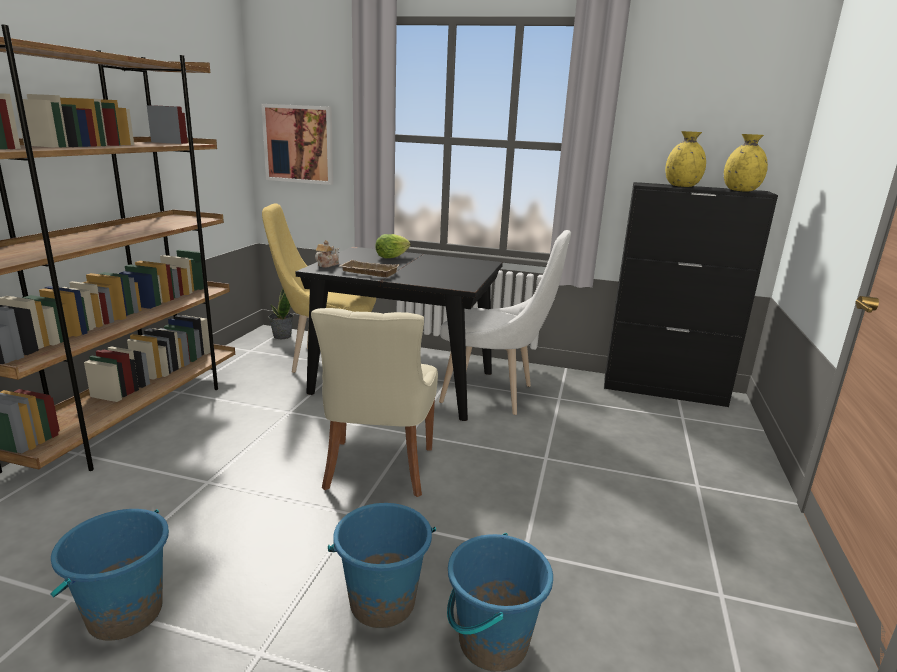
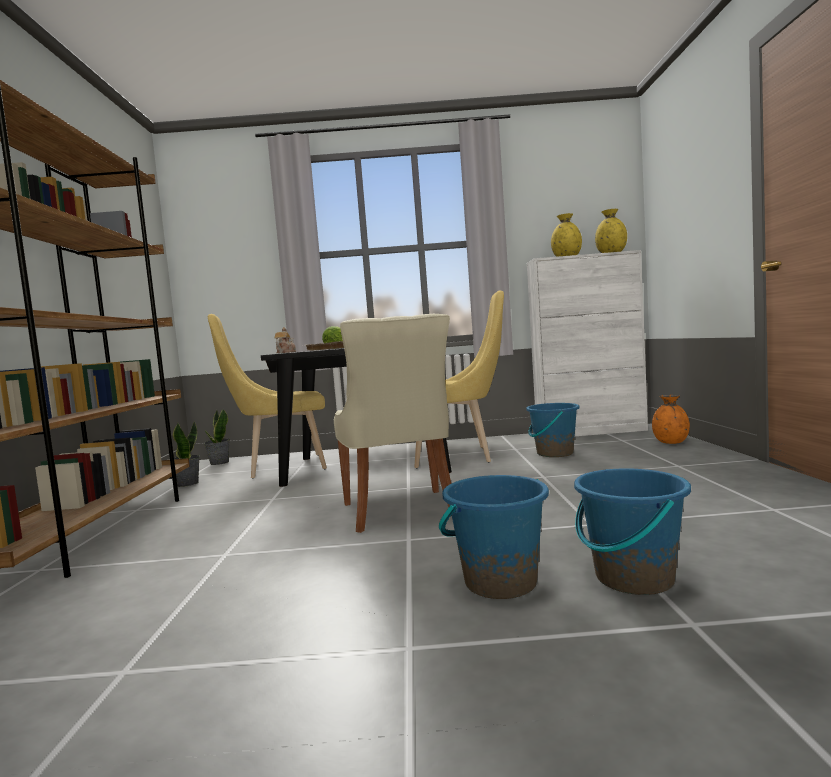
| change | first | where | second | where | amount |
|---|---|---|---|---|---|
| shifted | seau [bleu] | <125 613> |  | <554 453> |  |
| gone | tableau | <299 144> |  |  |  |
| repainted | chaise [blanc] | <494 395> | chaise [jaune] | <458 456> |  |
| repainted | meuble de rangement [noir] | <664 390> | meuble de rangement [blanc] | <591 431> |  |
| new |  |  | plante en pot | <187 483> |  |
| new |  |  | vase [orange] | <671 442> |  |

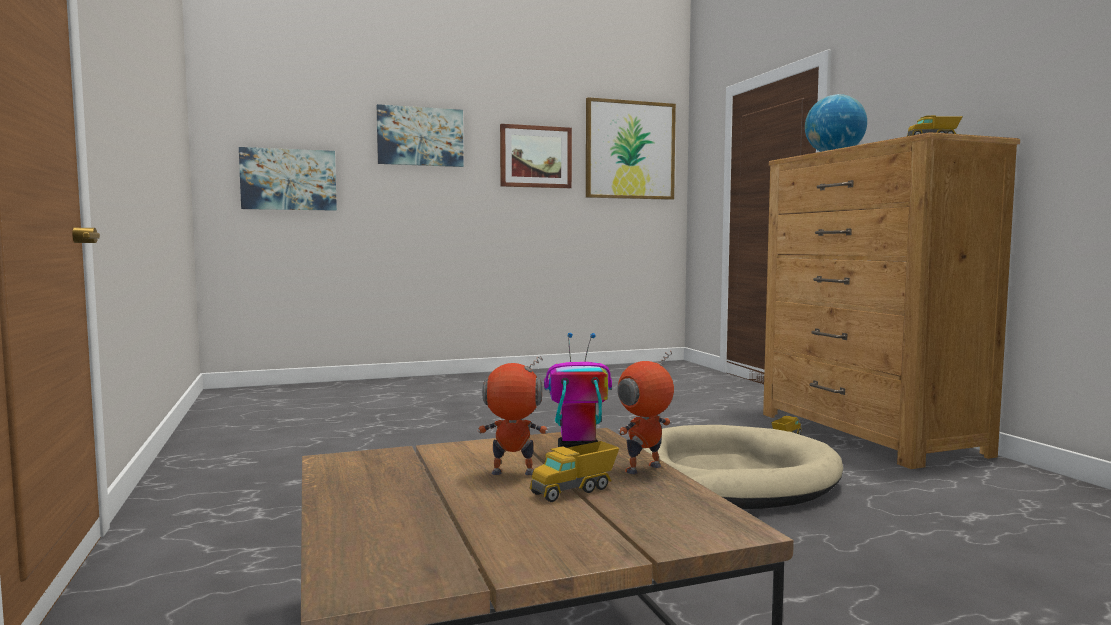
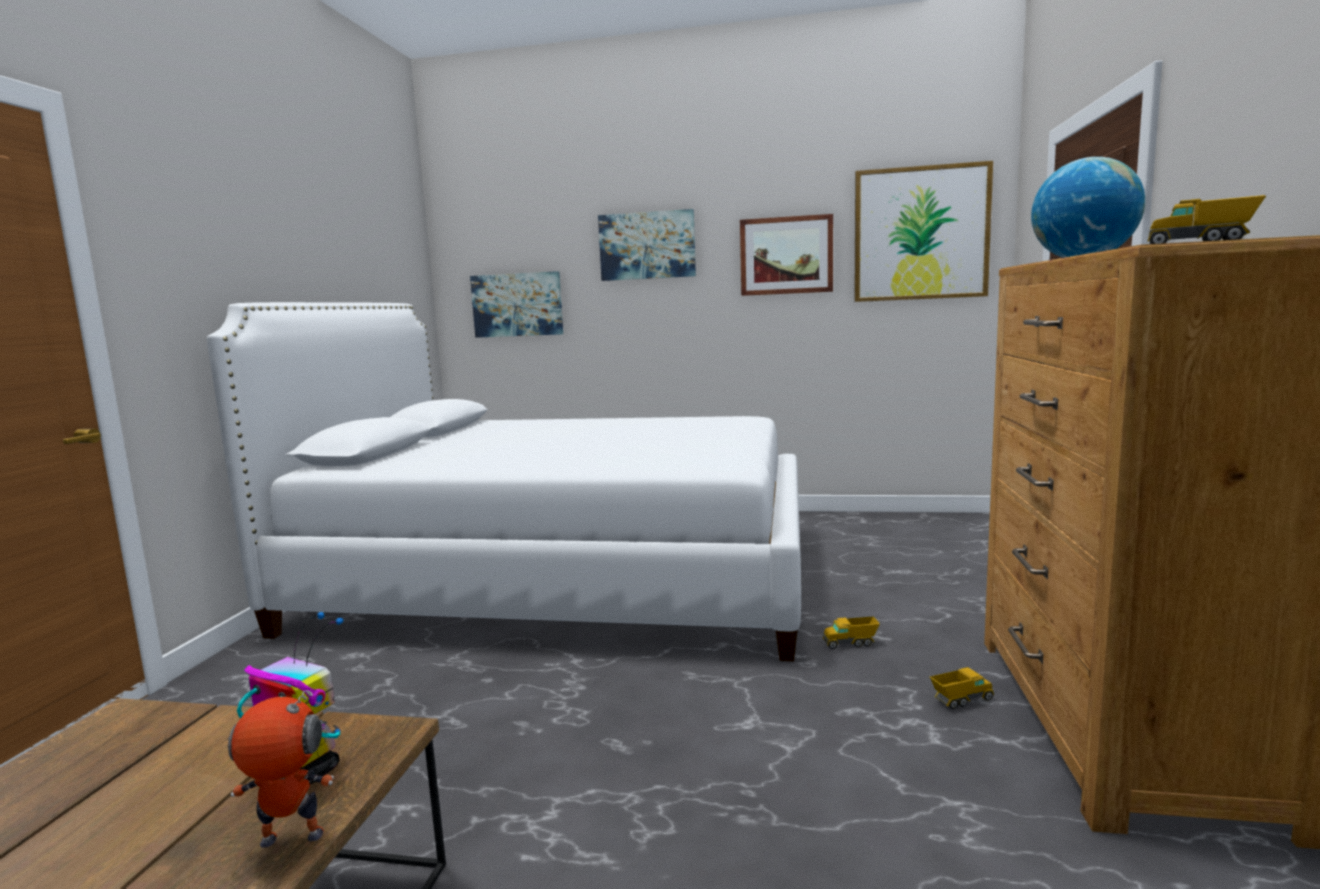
| change | first | where | second | where | amount |
|---|---|---|---|---|---|
| gone | robot jouet | <512 473> |  |  |  |
| shifted | camion jouet | <574 490> |  | <850 643> |  |
| gone | panier pour chien [beige] | <725 477> |  |  |  |
| new |  |  | lit [blanc] | <565 577> |  |

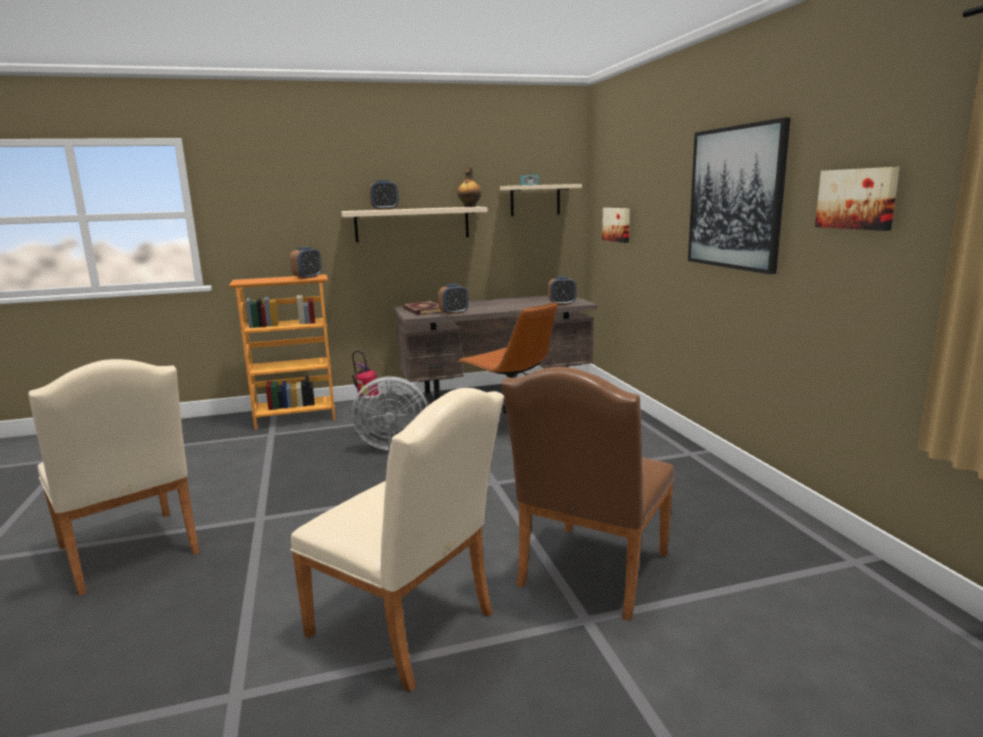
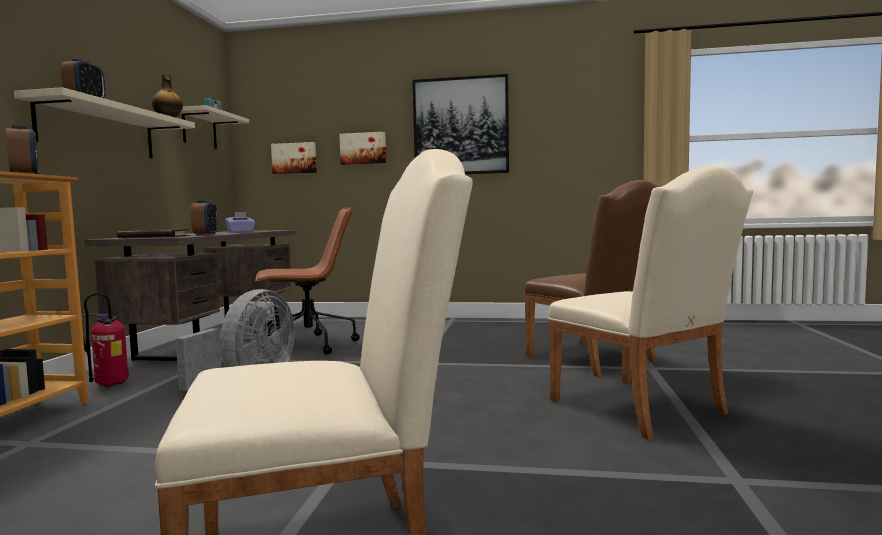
| change | first | where | second | where | amount |
|---|---|---|---|---|---|
| rotated | chaise [beige] | <409 629> |  | <644 410> | 90 degrees clockwise |
| gone | réveil | <562 304> |  |  |  |
| shifted | tableau | <857 198> |  | <363 148> |  |
| new |  |  | boîte à mouchoirs [violet] | <241 232> |  |

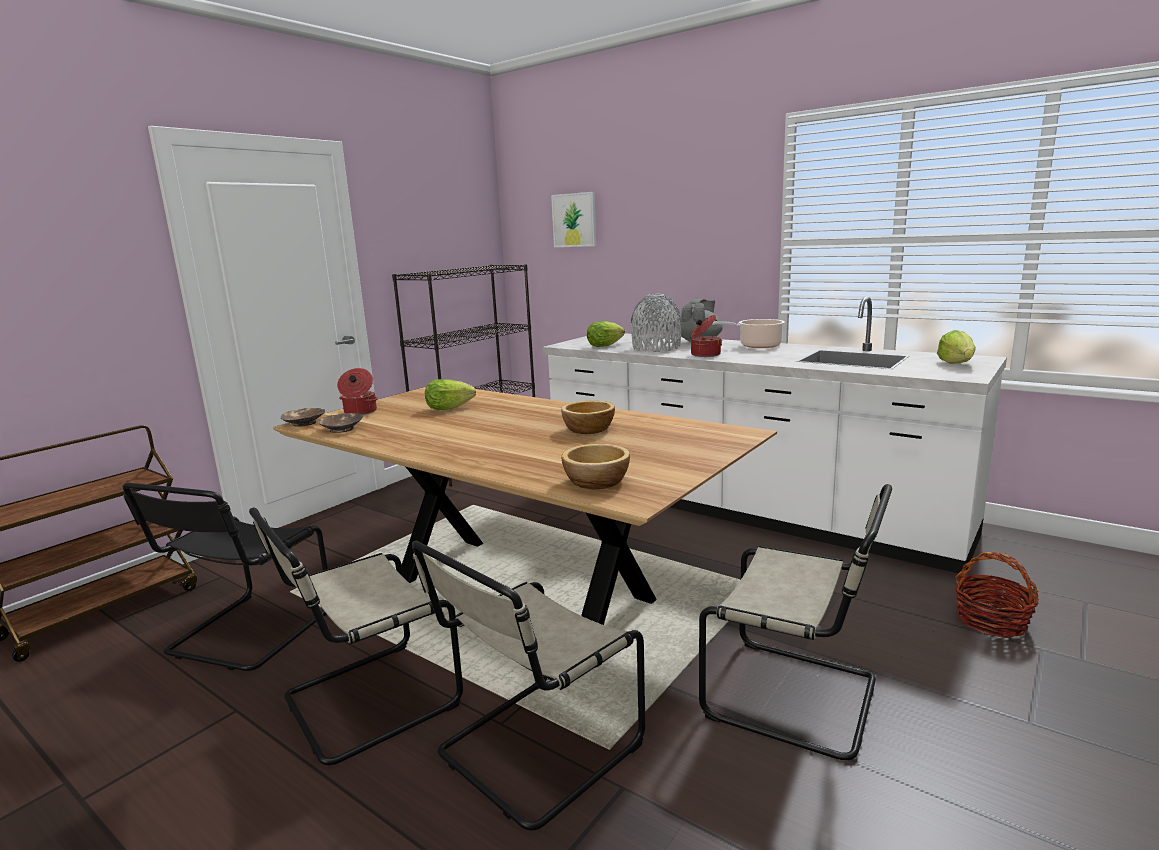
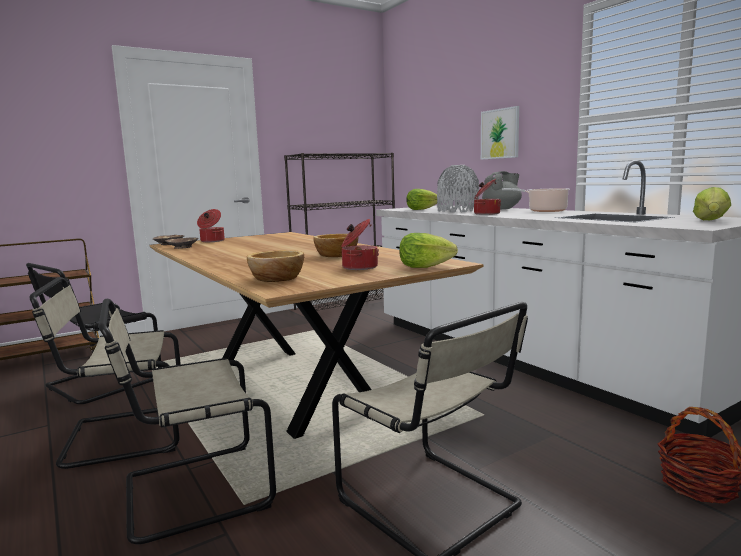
| change | first | where | second | where | amount |
|---|---|---|---|---|---|
| shifted | laitue | <448 408> |  | <424 267> |  |
| shifted | tableau | <574 220> |  | <500 134> |  |
| new |  |  | marmite | <358 267> |  |

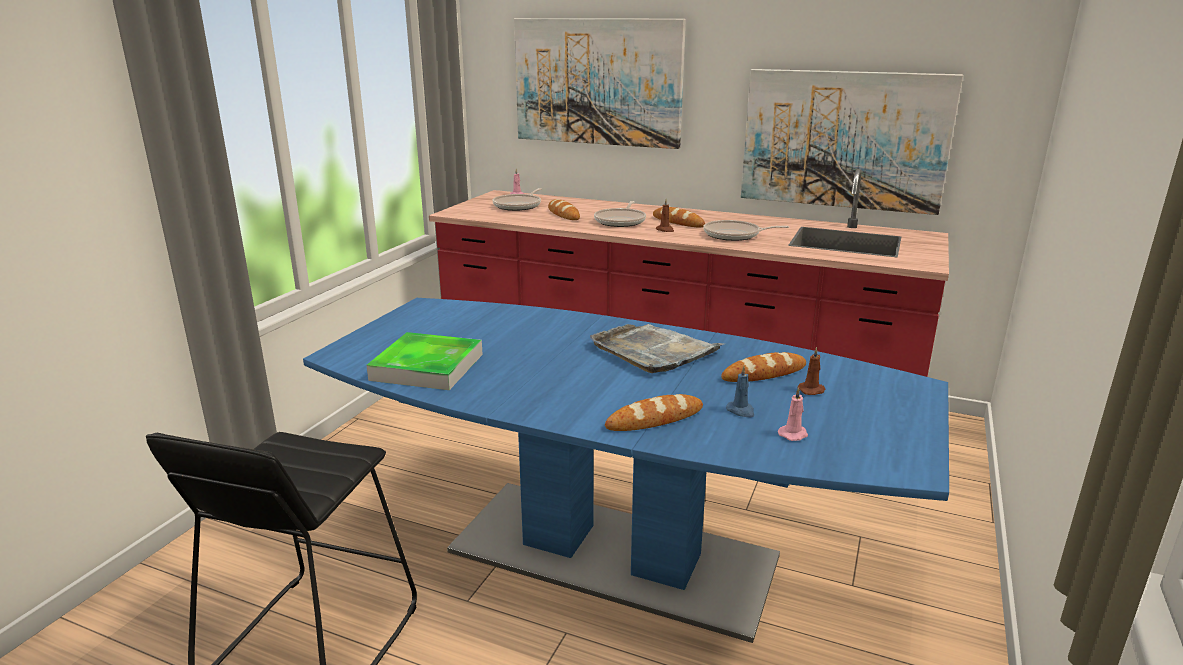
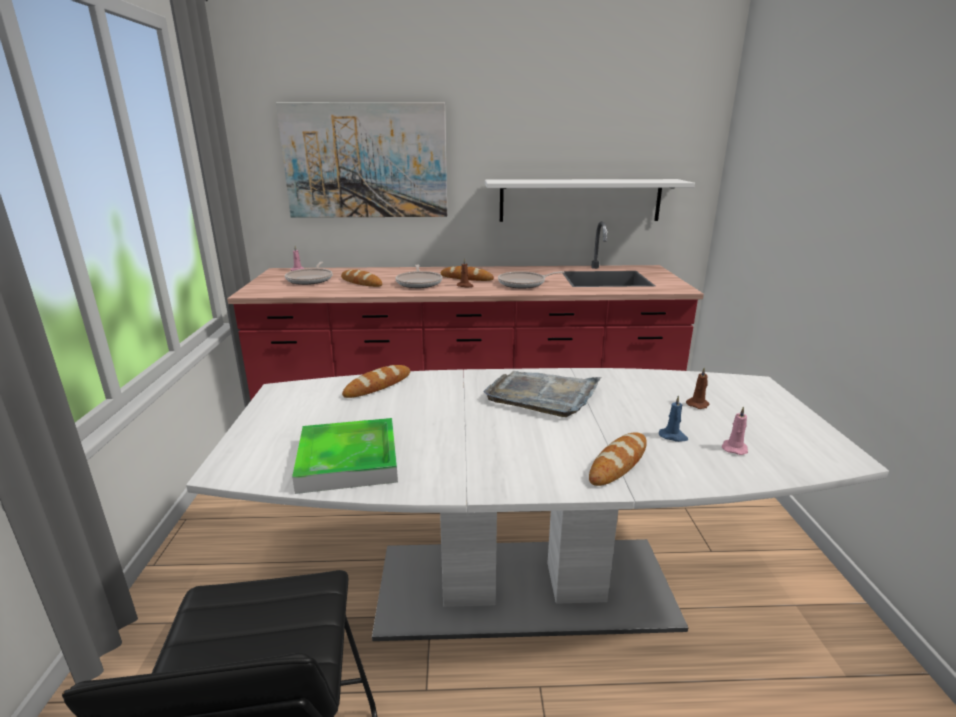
| change | first | where | second | where | amount |
|---|---|---|---|---|---|
| repainted | table à manger [bleu] | <611 553> | table à manger [blanc] | <522 586> |  |
| shifted | pain | <764 373> |  | <378 385> |  |
| swapped | tableau | <844 140> | étagère [blanc] | <580 200> |  |

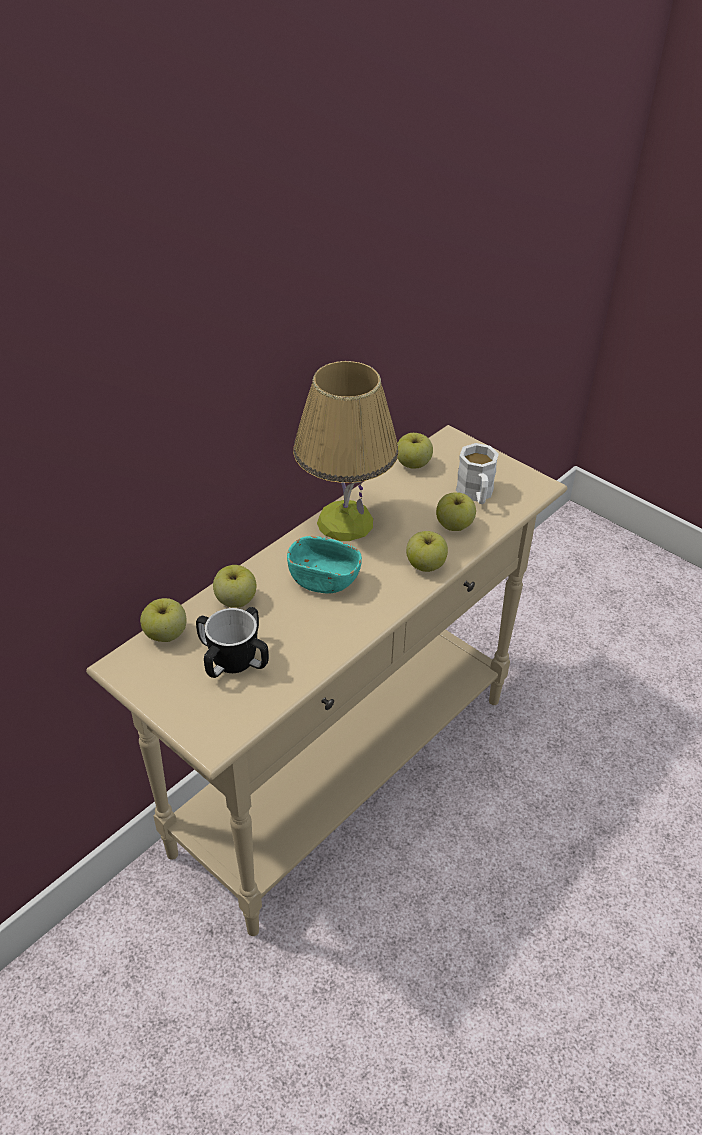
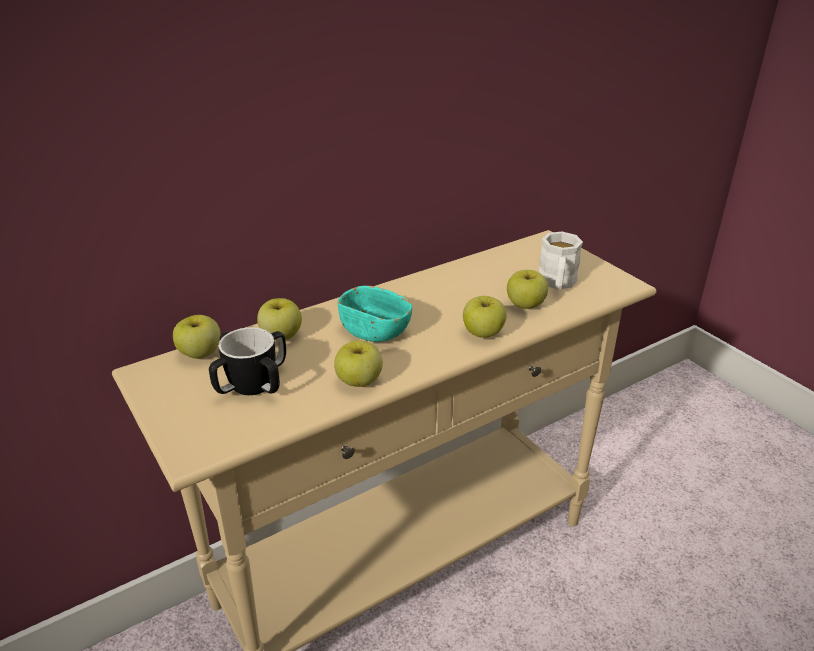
| change | first | where | second | where | amount |
|---|---|---|---|---|---|
| gone | lampe de table | <345 522> |  |  |  |
| shifted | pomme | <413 464> |  | <359 381> |  |

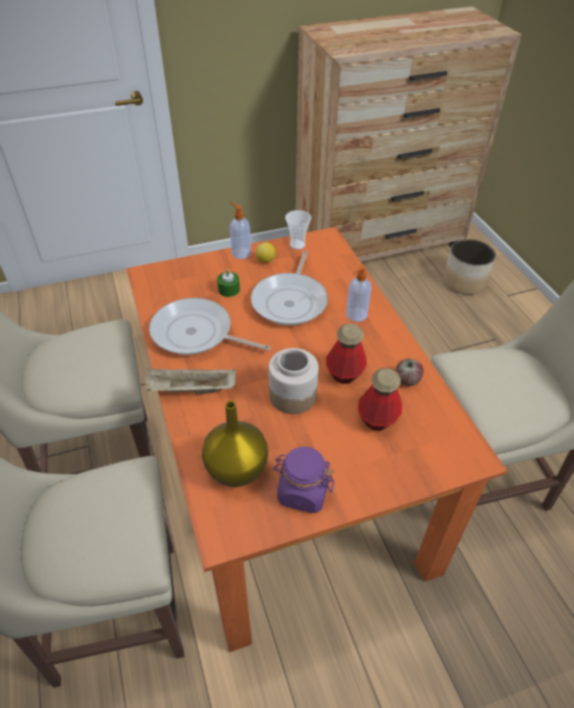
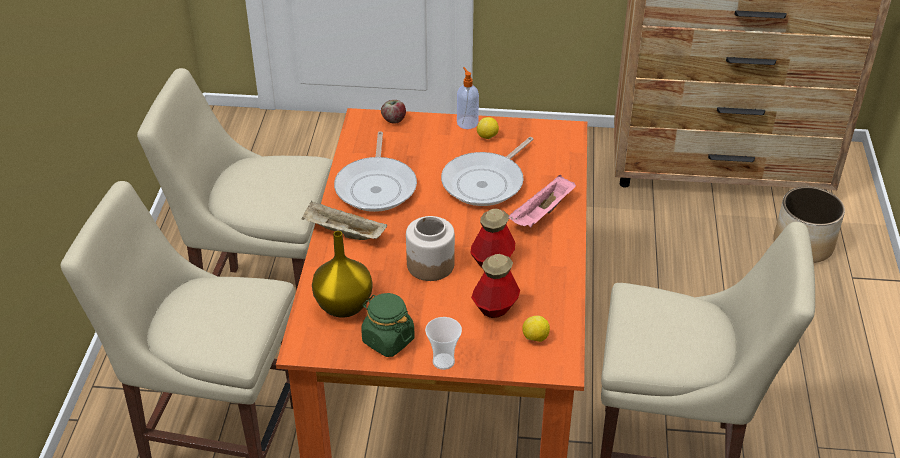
| change | first | where | second | where | amount |
|---|---|---|---|---|---|
| rotated | poêle | <196 334> |  | <376 187> | 135 degrees counterclockwise |
| gone | bougie [vert] | <229 289> |  |  |  |
| repainted | bocal [violet] | <302 492> | bocal [vert] | <388 340> |  |
| shifted | tasse | <297 245> |  | <443 361> |  |
| swapped | distributeur de savon | <356 315> | plateau [rose] | <542 214> |  |
| shifted | pomme | <407 380> |  | <394 120> |  |
| new |  |  | citron | <535 338> |  |

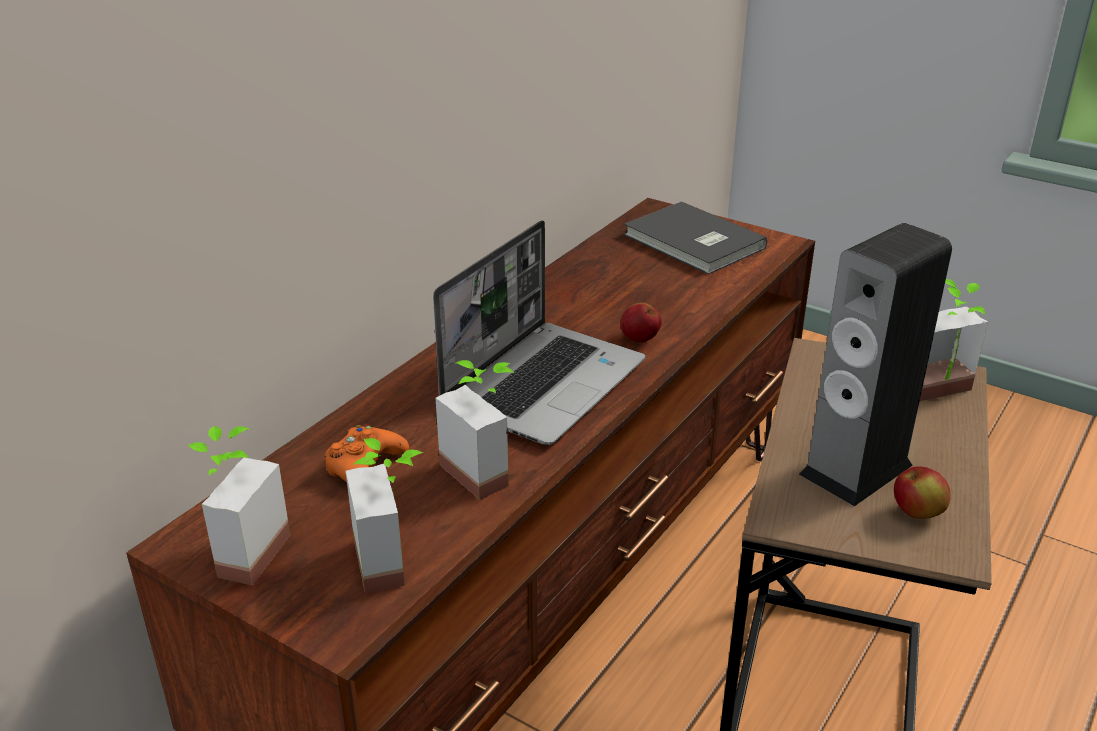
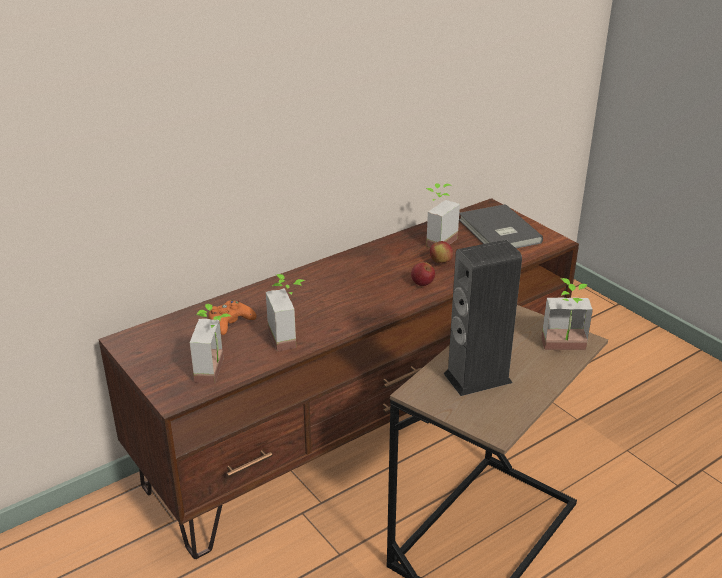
| change | first | where | second | where | amount |
|---|---|---|---|---|---|
| shifted | plante en pot | <240 552> |  | <436 240> |  |
| gone | ordinateur portable | <544 383> |  |  |  |
| shifted | pomme | <917 513> |  | <440 262> |  |

